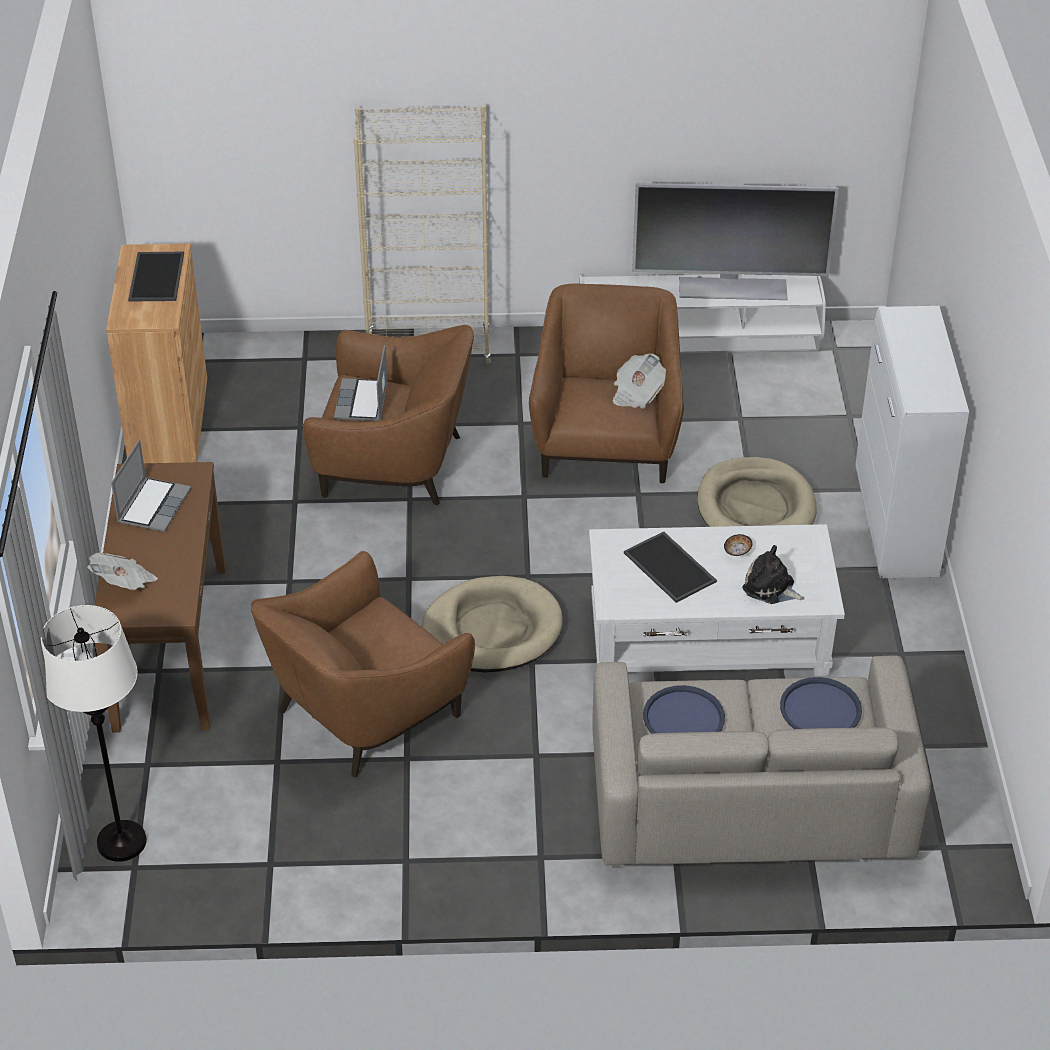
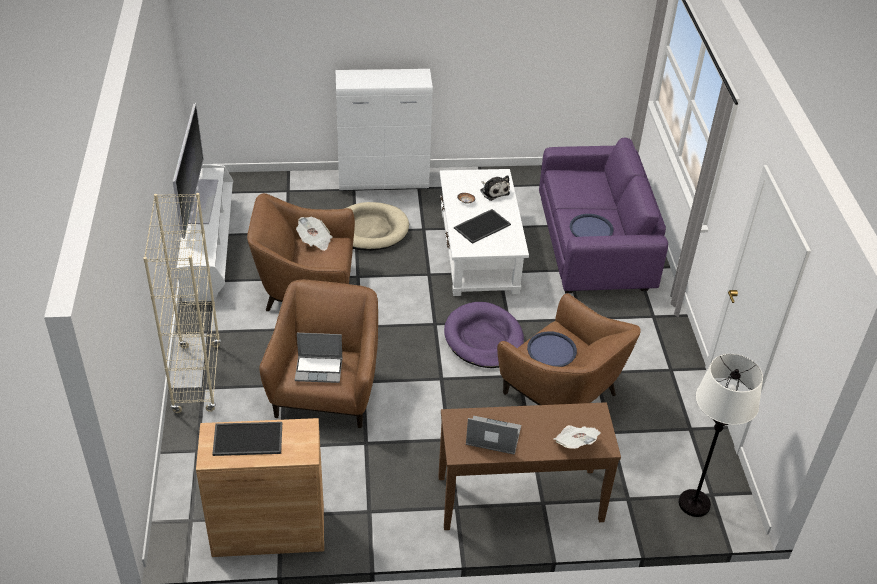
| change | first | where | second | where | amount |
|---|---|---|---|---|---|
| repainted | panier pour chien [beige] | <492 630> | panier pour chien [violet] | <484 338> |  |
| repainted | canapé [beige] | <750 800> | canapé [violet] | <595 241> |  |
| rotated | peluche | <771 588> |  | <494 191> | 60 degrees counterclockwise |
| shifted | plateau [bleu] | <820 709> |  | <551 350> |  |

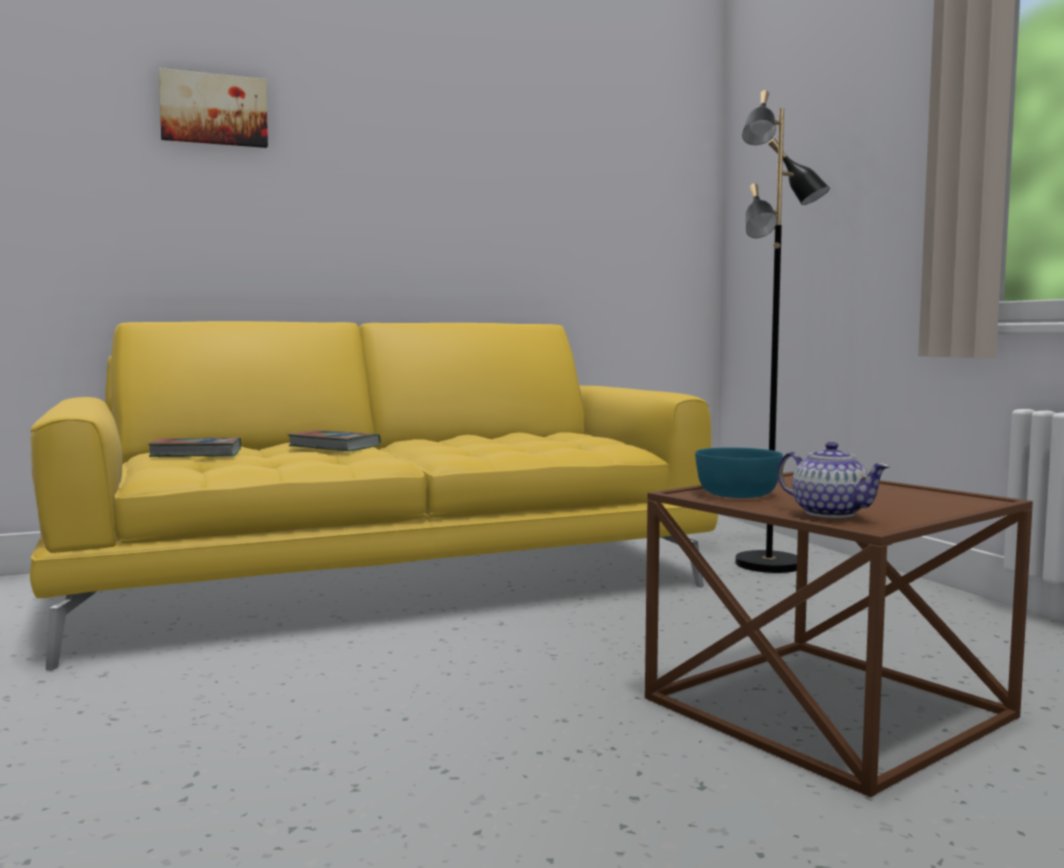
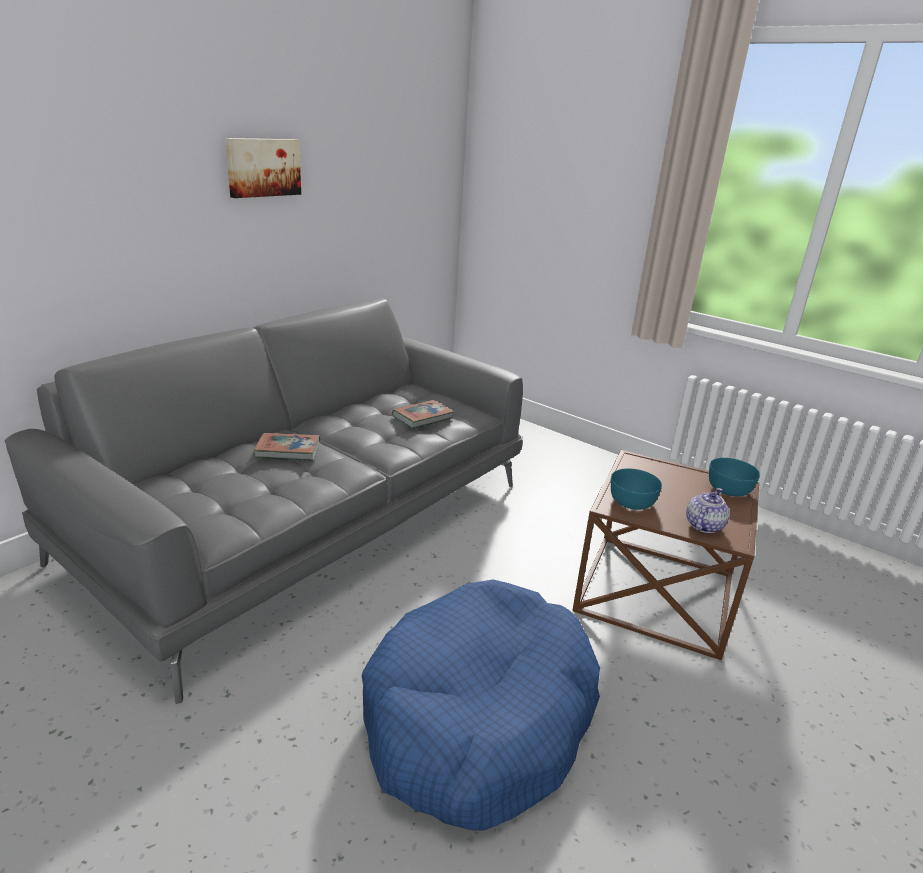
| change | first | where | second | where | amount |
|---|---|---|---|---|---|
| repainted | canapé [jaune] | <386 579> | canapé [gris] | <312 520> |  |
| shifted | livre | <196 454> |  | <422 417> |  |
| shifted | tableau | <213 110> |  | <263 167> |  |
| gone | lampadaire [noir] | <770 565> |  |  |  |
| rotated | théière | <829 513> |  | <703 525> | 75 degrees counterclockwise |
| new |  |  | panier pour chien [bleu] | <479 717> |  |
| new |  |  | bol [turquoise] | <728 488> |  |

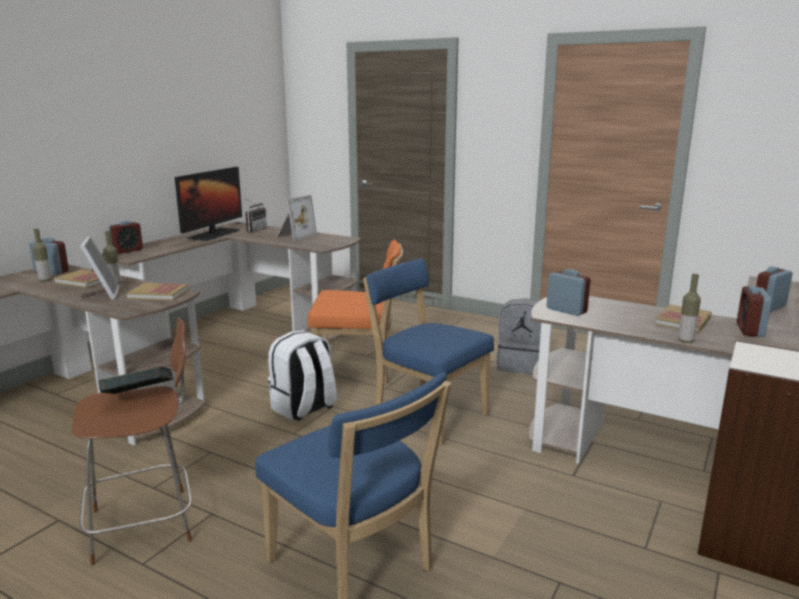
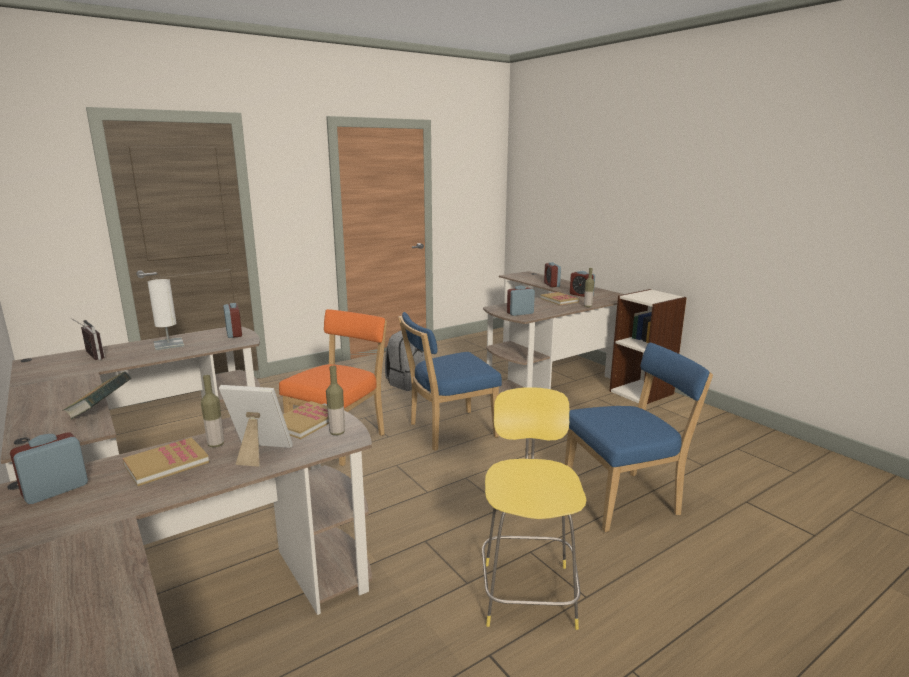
| change | first | where | second | where | amount |
|---|---|---|---|---|---|
| shifted | bouteille | <45 280> |  | <337 433> |  |
| repainted | tabouret [marron] | <146 524> | tabouret [jaune] | <528 591> |  |
| shifted | livre | <139 398> |  | <101 411> |  |
| shifted | réveil | <127 250> |  | <234 334> |  |
| gone | écran d'ordinateur | <214 234> |  |  |  |
| gone | sac à dos [blanc] | <304 408> |  |  |  |
| swapped | cadre photo | <294 236> | lampe de table [blanc] | <168 344> |  |

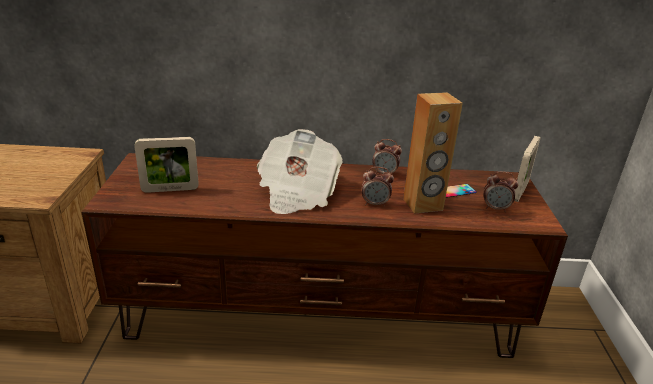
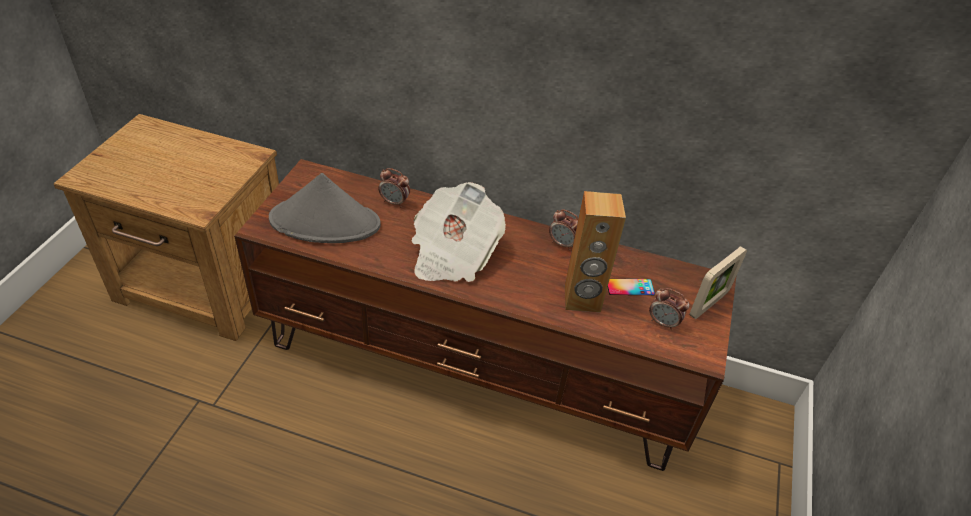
| change | first | where | second | where | amount |
|---|---|---|---|---|---|
| swapped | cadre photo | <170 189> | chapeau [gris] | <325 222> |  |
| shifted | réveil | <375 204> |  | <394 202> |  |

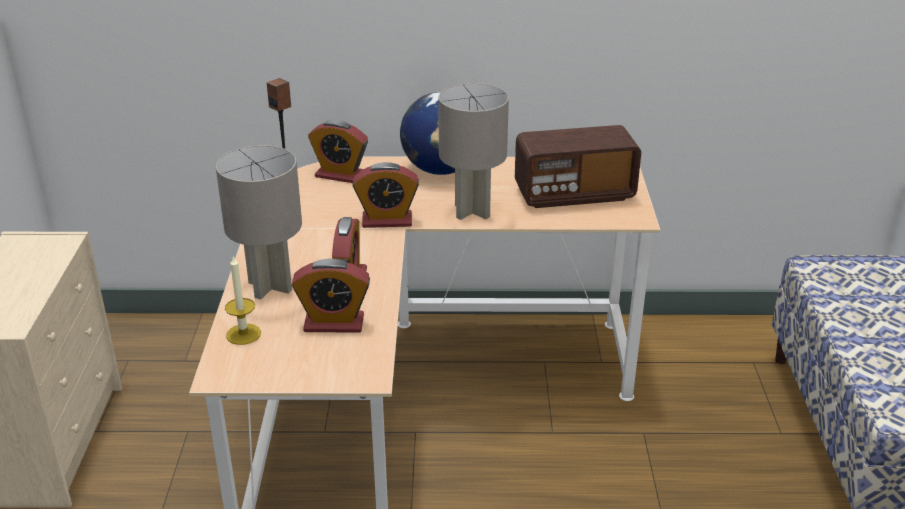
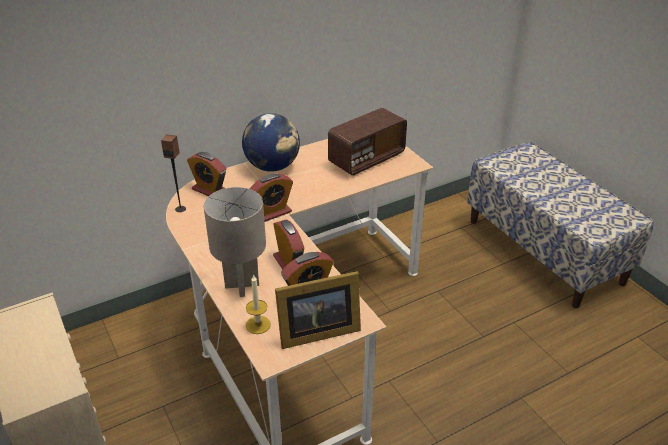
| change | first | where | second | where | amount |
|---|---|---|---|---|---|
| rotated | réveil | <340 175> |  | <210 190> | 45 degrees clockwise |
| gone | lampe de table [gris] | <473 211> |  |  |  |
| new |  |  | cadre photo | <315 332> |  |

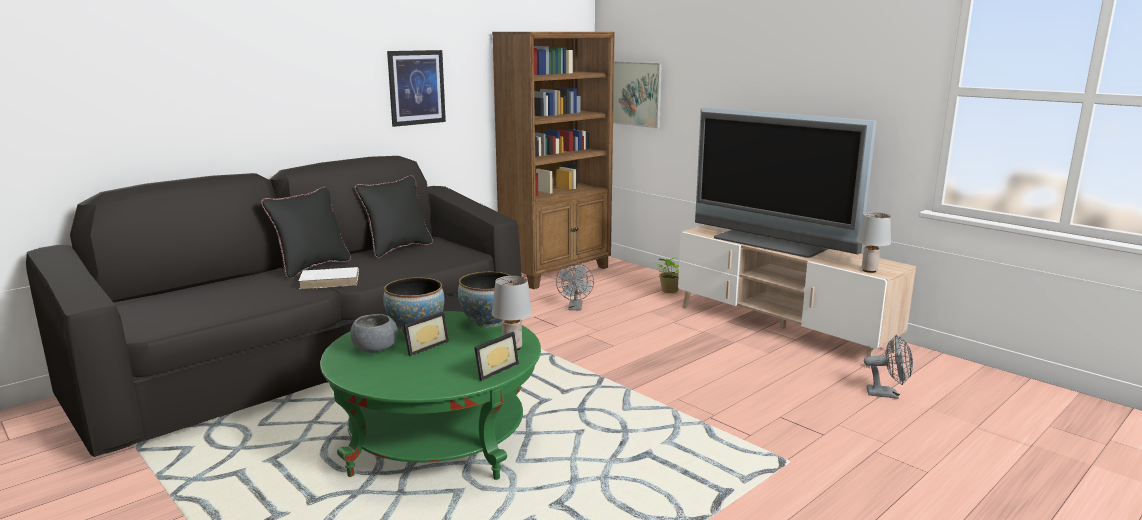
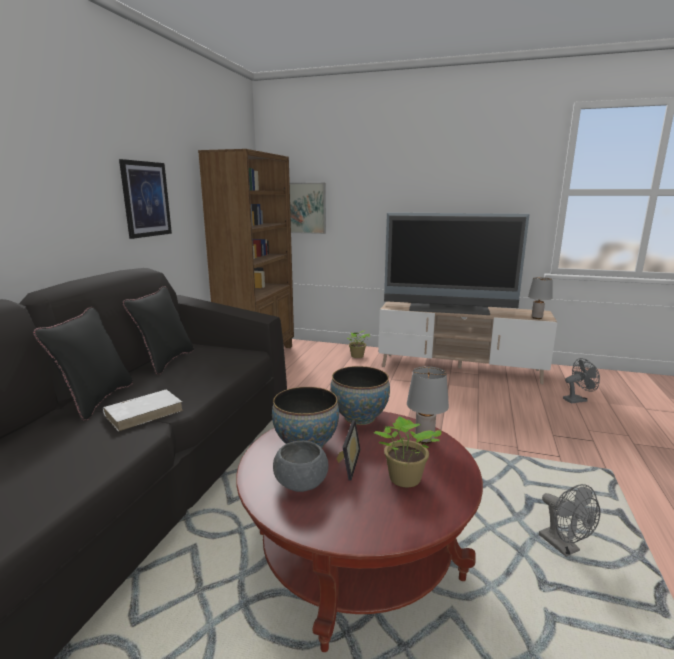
| change | first | where | second | where | amount |
|---|---|---|---|---|---|
| repainted | table basse [vert] | <438 439> | table basse [rouge] | <356 555> |  |
| gone | cadre photo | <494 369> |  |  |  |
| shifted | ventilateur [gris] | <575 308> |  | <564 547> |  |
| new |  |  | plante en pot | <403 480> |  |

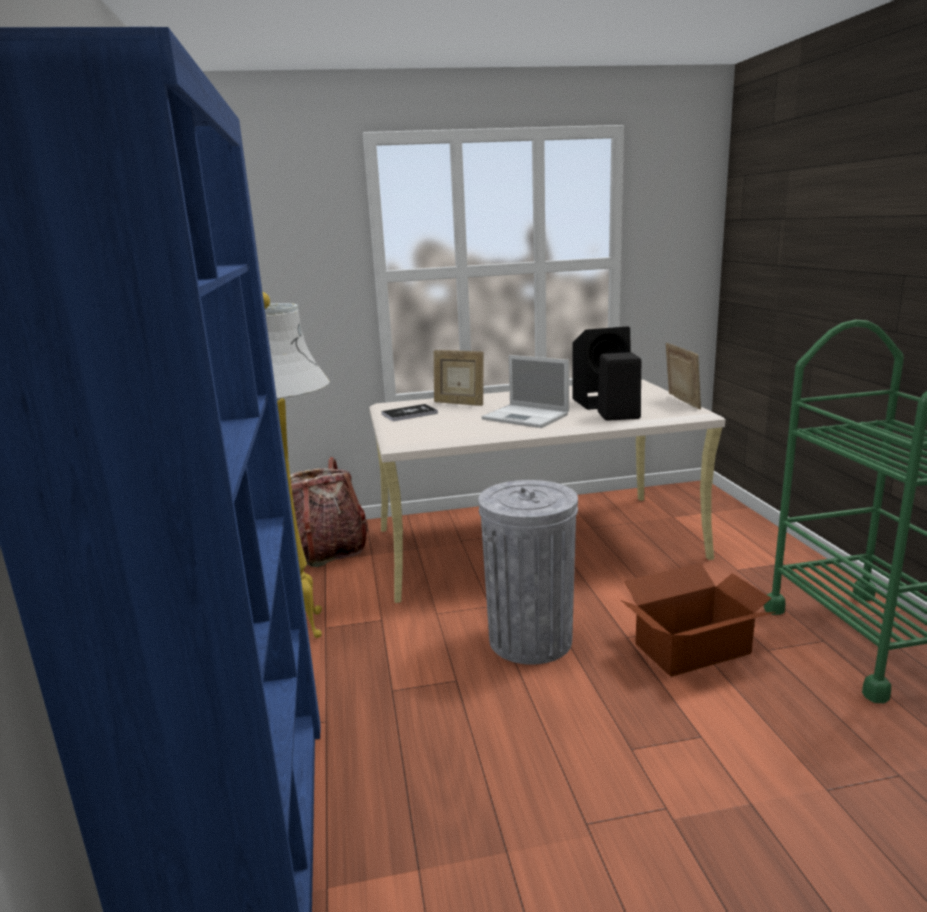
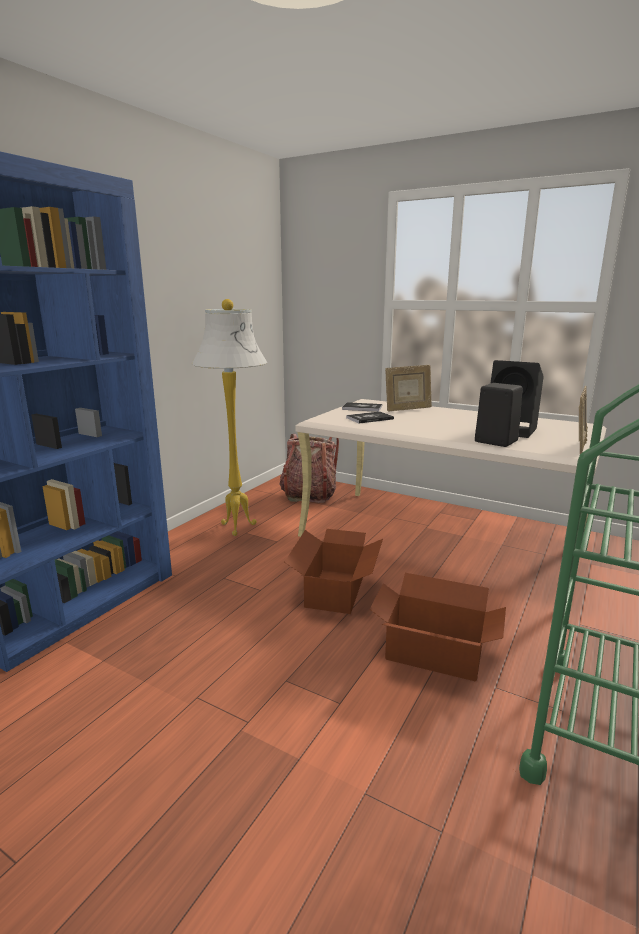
| change | first | where | second | where | amount |
|---|---|---|---|---|---|
| rotated | cadre photo | <459 404> |  | <407 409> | 90 degrees counterclockwise |
| swapped | poubelle [gris] | <530 639> | carton | <336 590> |  |
| gone | ordinateur portable | <527 417> |  |  |  |
| new |  |  | livre | <369 418> |  |

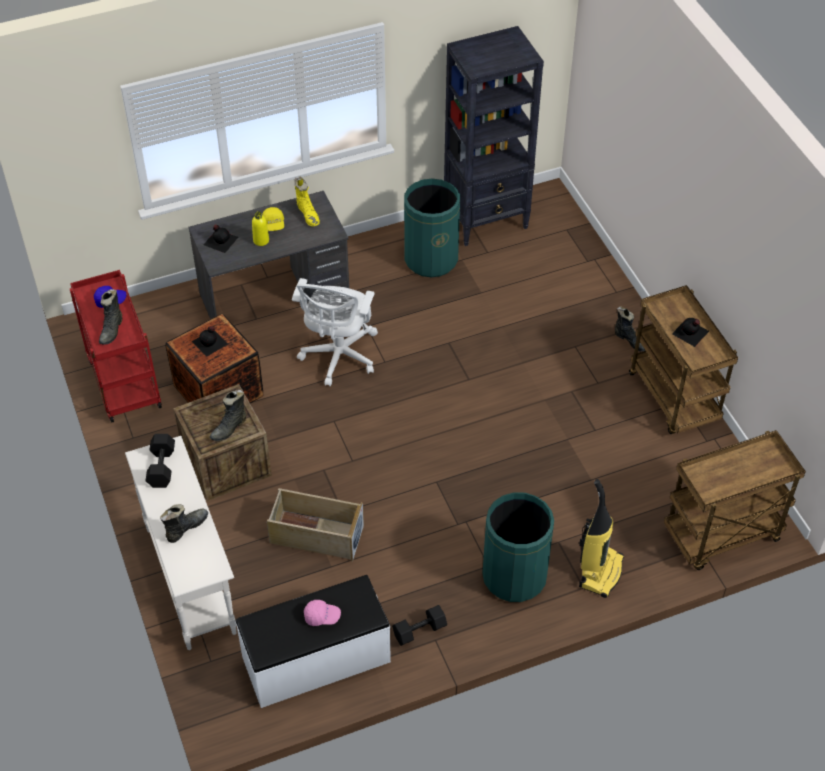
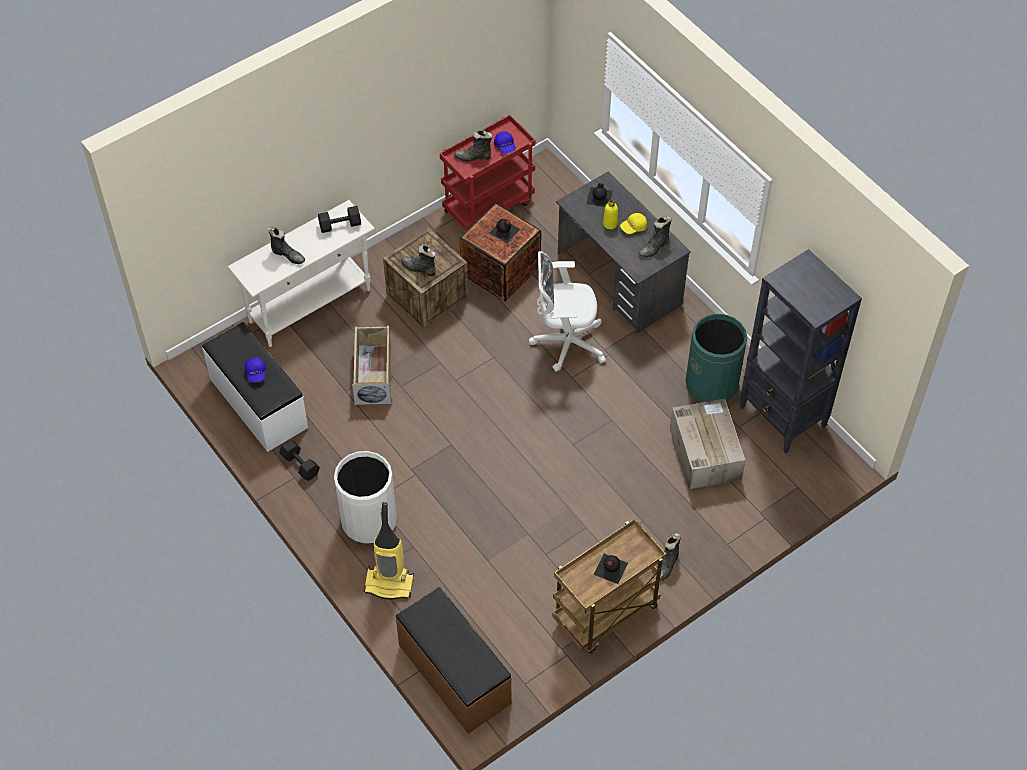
| change | first | where | second | where | amount |
|---|---|---|---|---|---|
| repainted | botte [jaune] | <308 215> | botte [noir] | <654 248> |  |
| repainted | casquette [rose] | <322 616> | casquette [bleu] | <256 373> |  |
| repainted | poubelle [vert] | <514 576> | poubelle [blanc] | <369 520> |  |
| swapped | chariot [marron] | <721 536> | banc [marron] | <453 674> |  |
| new |  |  | carton | <704 452> |  |

